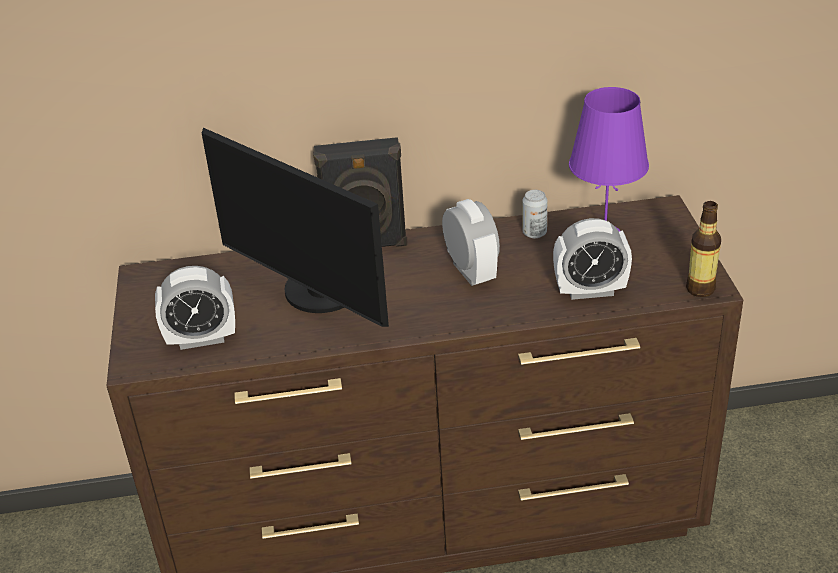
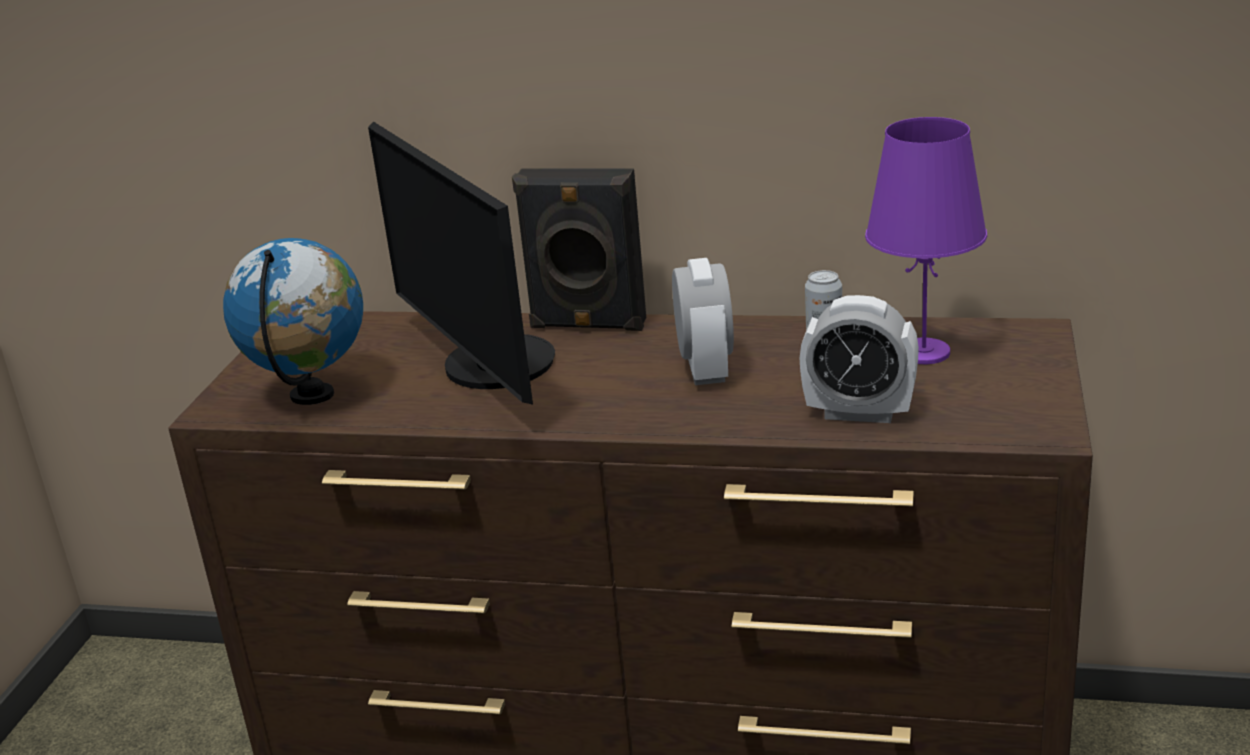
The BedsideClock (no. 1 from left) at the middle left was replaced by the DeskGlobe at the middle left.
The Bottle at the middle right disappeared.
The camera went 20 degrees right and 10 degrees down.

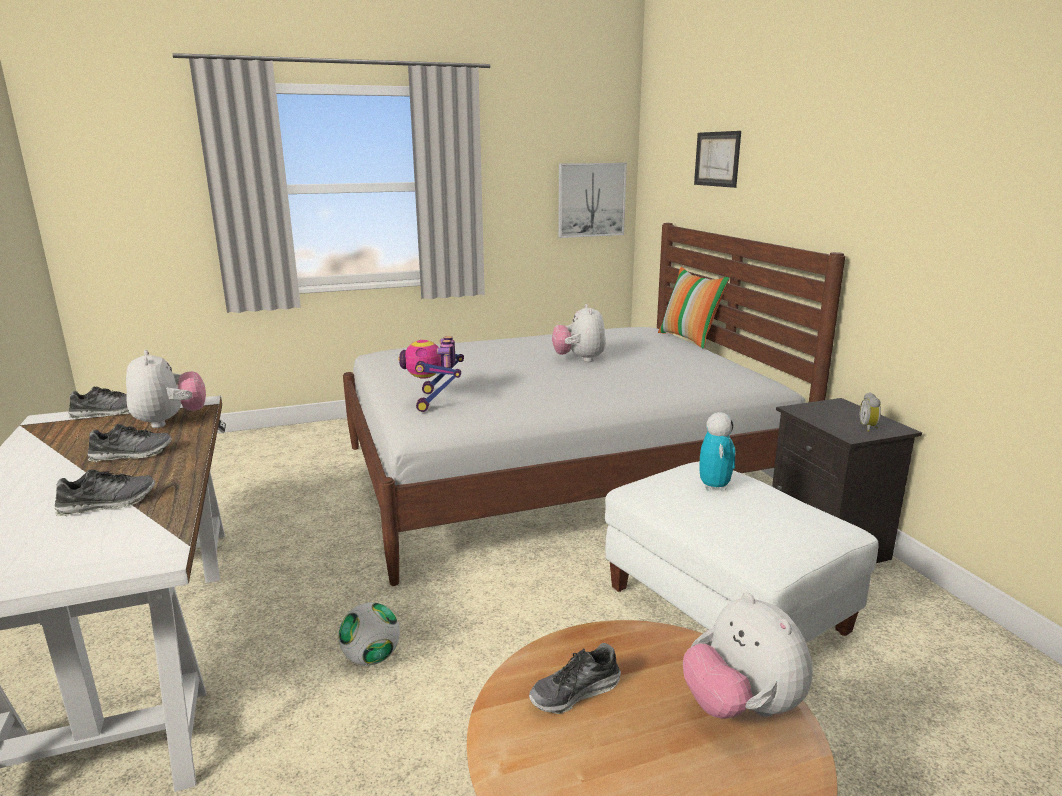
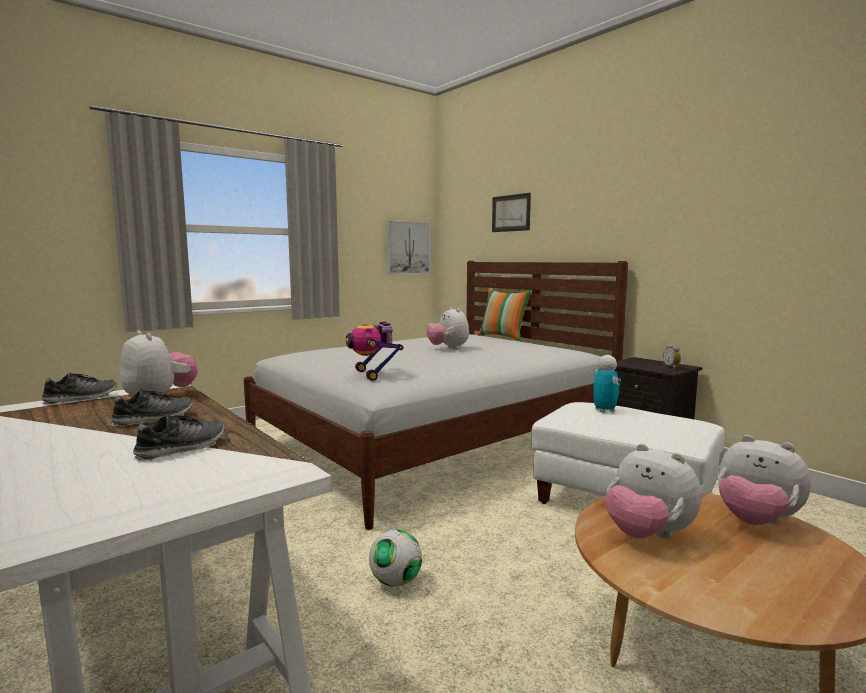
The LowShoe (no. 4 from left) at the bottom centre was replaced by the CuddlyToy (no. 3 from left) at the bottom right.
The camera went 20 degrees left and 10 degrees down.

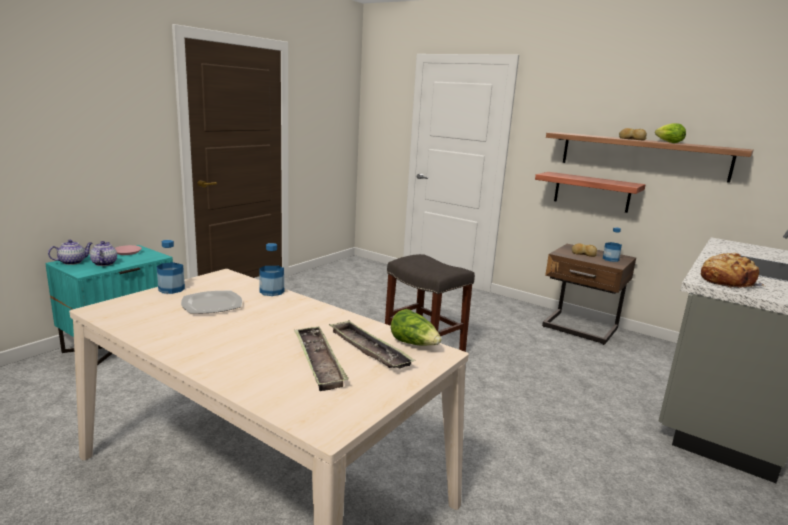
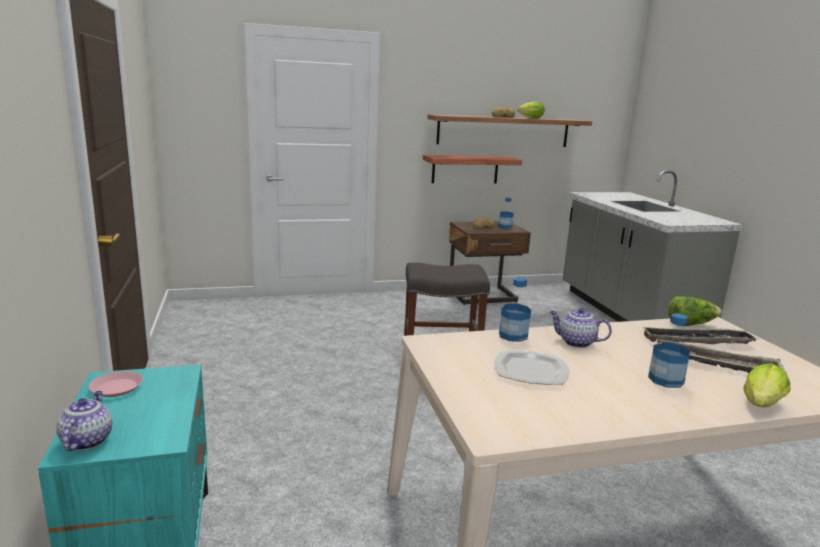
The PotForTea (no. 2 from left) moved from the middle left to the middle right.
The Bottle (no. 1 from left in the first image) moved from the middle left to the middle right.
The BakedBread (no. 3 from left) at the middle right disappeared.
The HeadOfLettuce (no. 3 from left) at the bottom right appeared.
The camera went 50 degrees left and 0 degrees up.

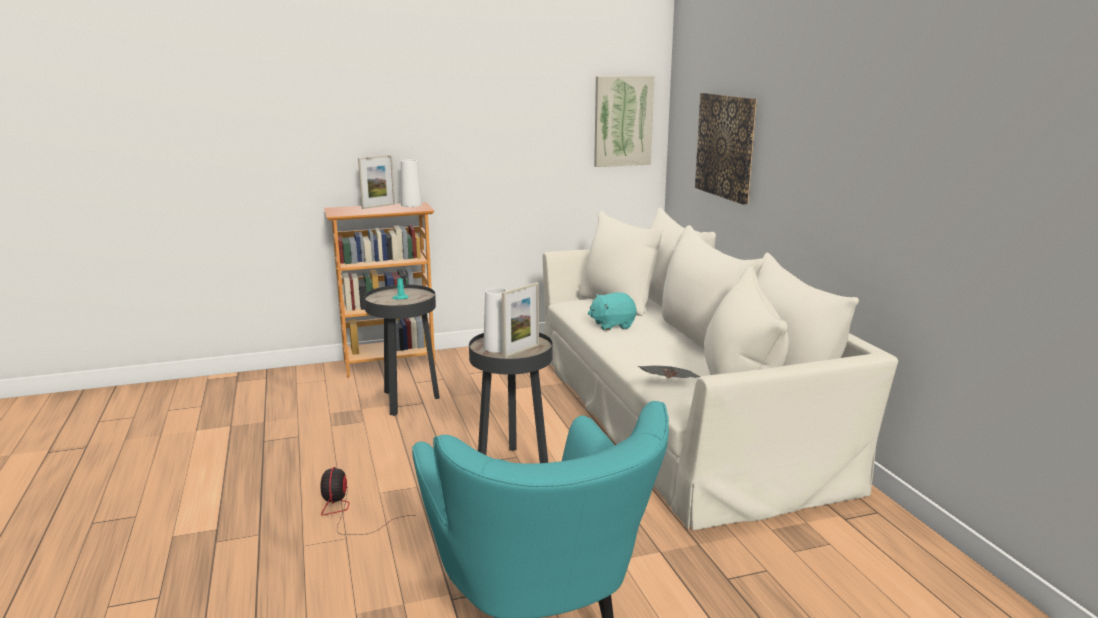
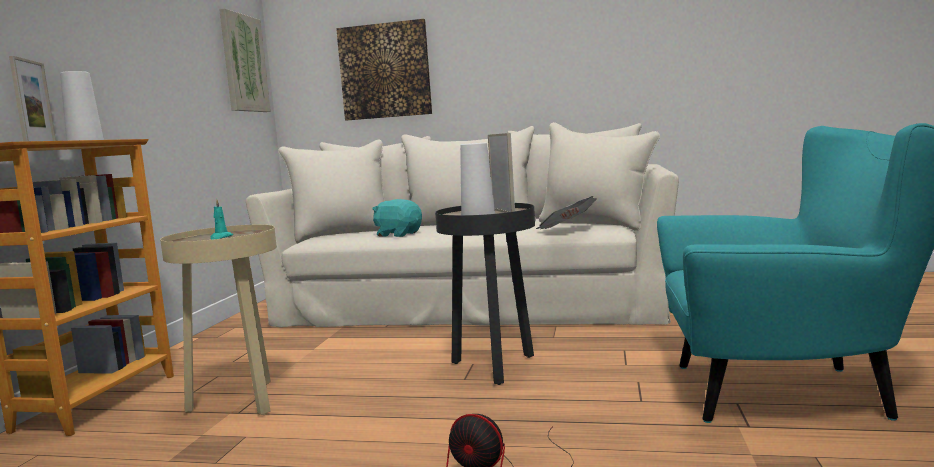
The BlackColouredAccentTable (no. 1 from left) at the centre became the BeigeAccentTable at the bottom left.
The TurquoiseColouredCuddlyToy at the centre turned 105 degrees clockwise.
The camera went 60 degrees left and 10 degrees down.

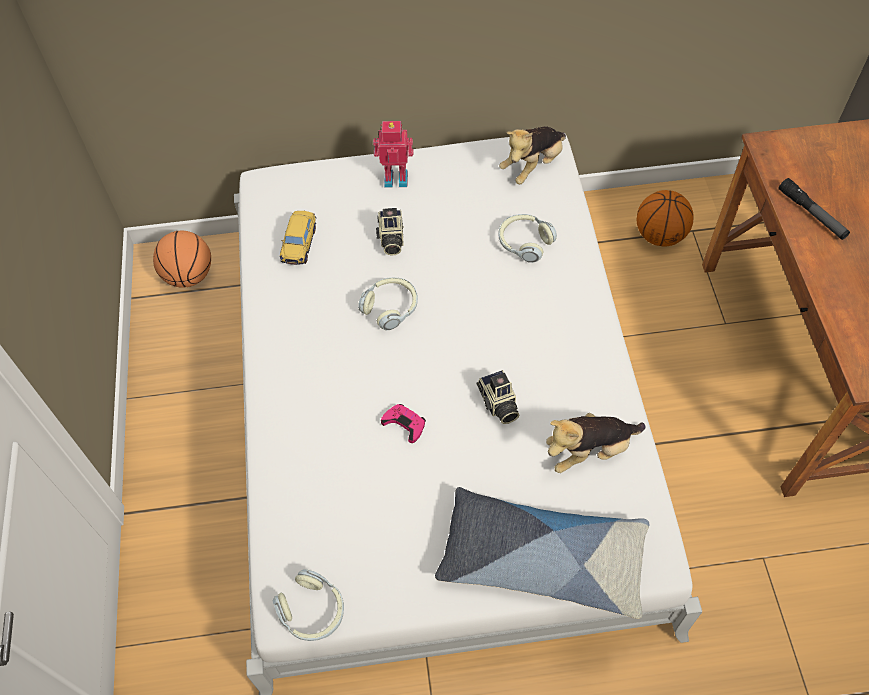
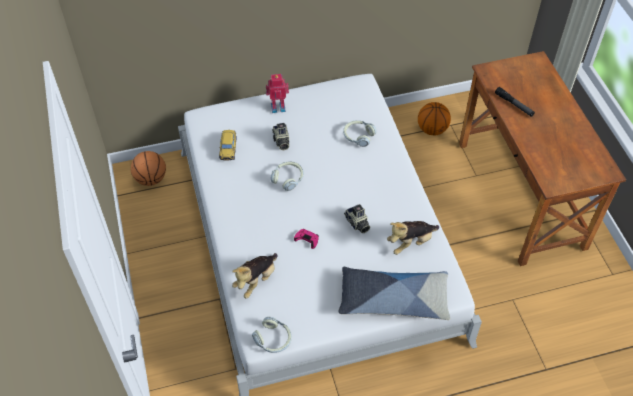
The CuddlyToy (no. 1 from left) moved from the top centre to the bottom centre.
The camera went 10 degrees left and 5 degrees down.

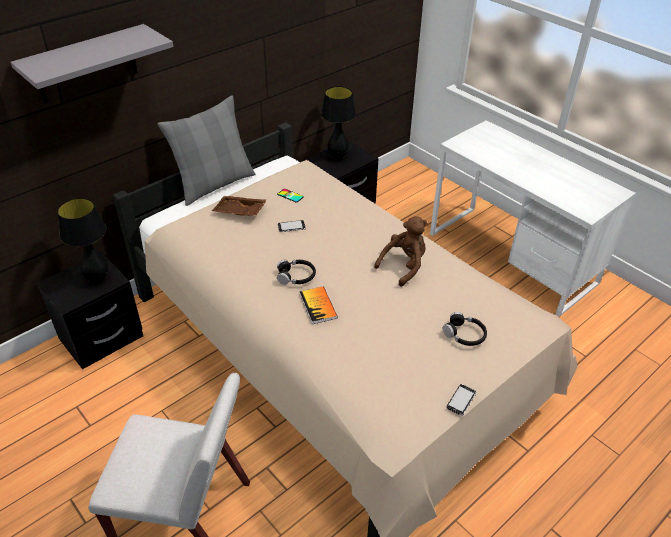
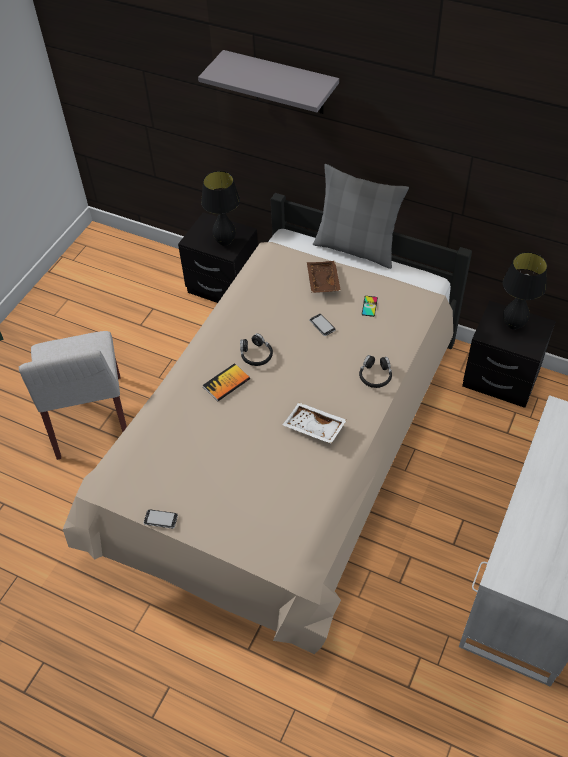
The BrownColouredCuddlyToy at the centre was replaced by the WhiteColouredCarryingTray at the centre.
The BlackColouredHeadset (no. 2 from left) moved from the middle right to the centre.
The camera went 70 degrees right and 10 degrees up.

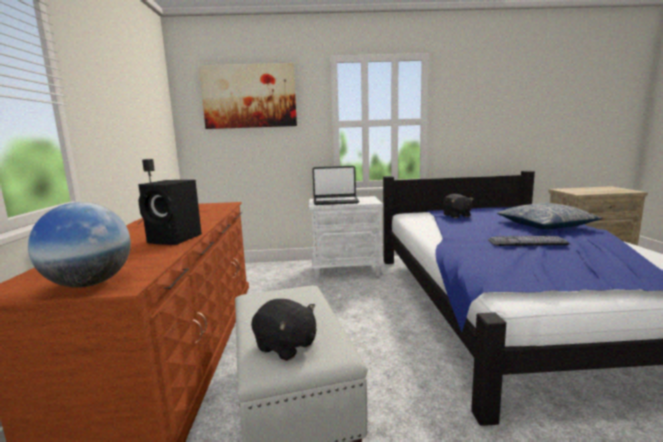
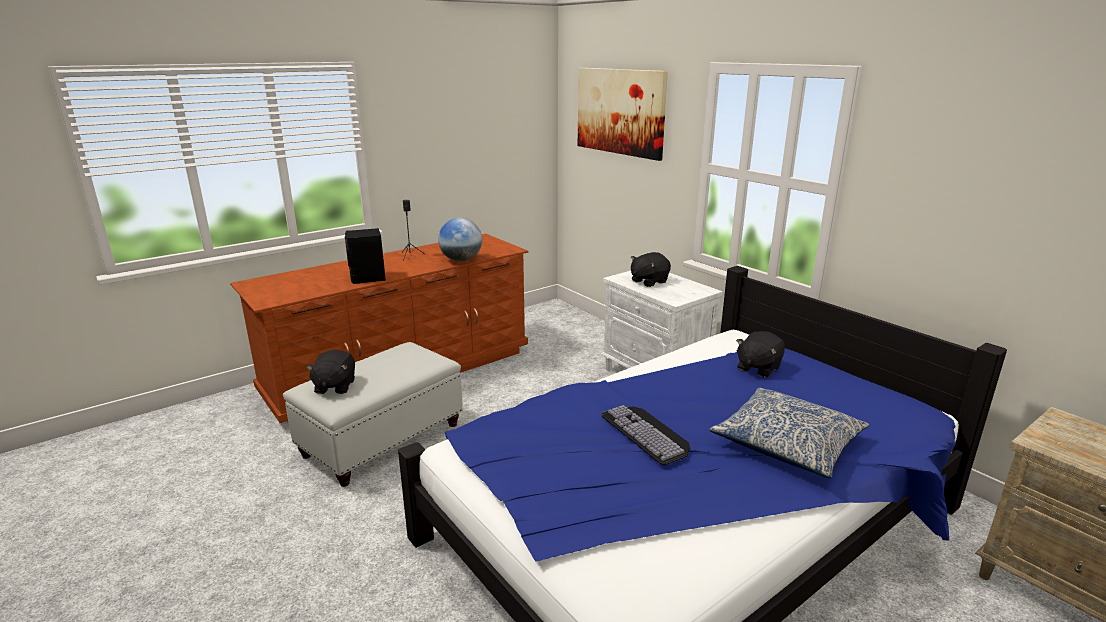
The DeskGlobe moved from the middle left to the centre.
The NotebookComputer at the centre was replaced by the BlackColouredCuddlyToy (no. 2 from left) at the centre.
The camera went 55 degrees right and 10 degrees up.

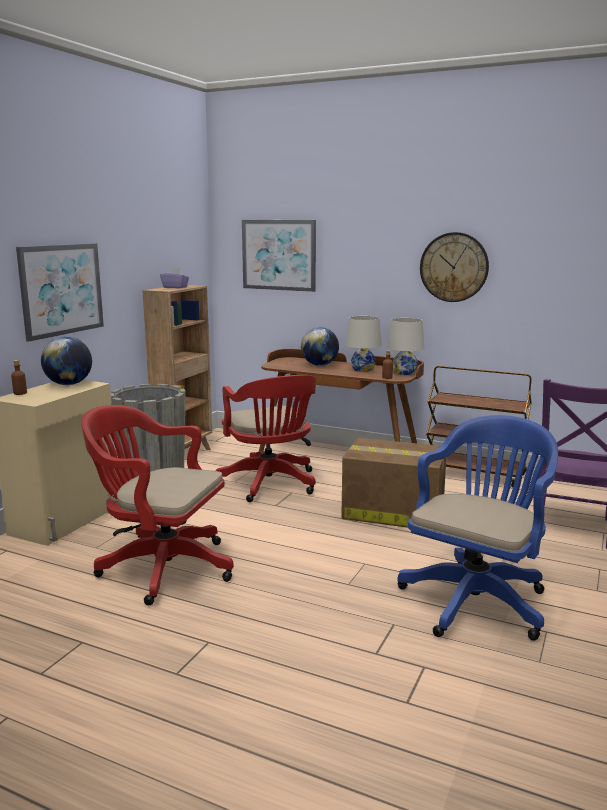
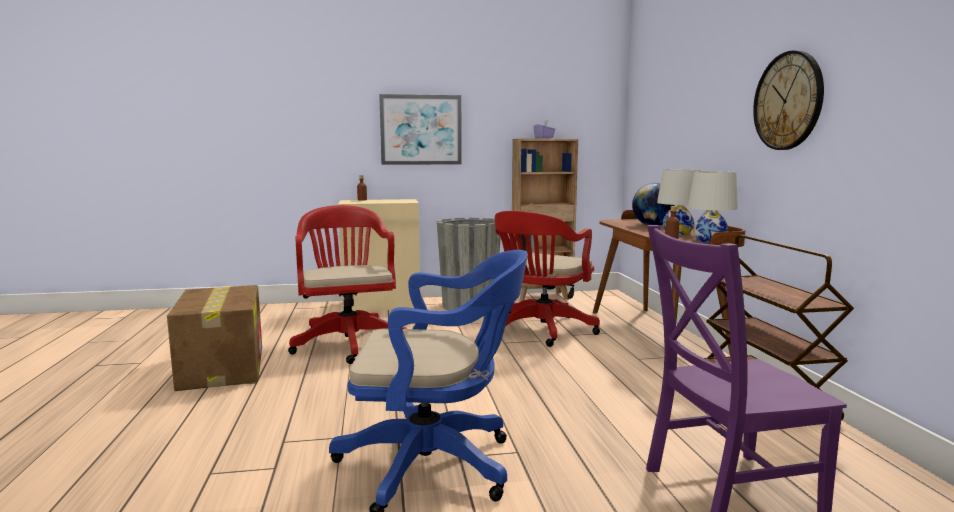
The DeskGlobe (no. 1 from left) at the middle left disappeared.
The WallArt (no. 2 from left) at the top centre disappeared.
The Carton moved from the centre to the middle left.
The camera went 55 degrees right and 5 degrees down.

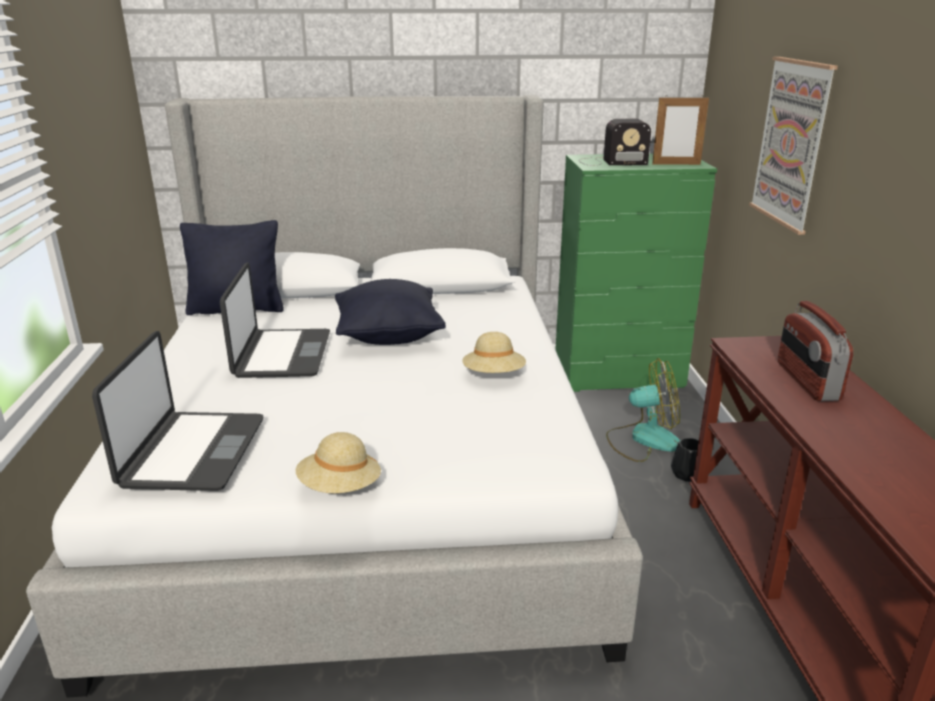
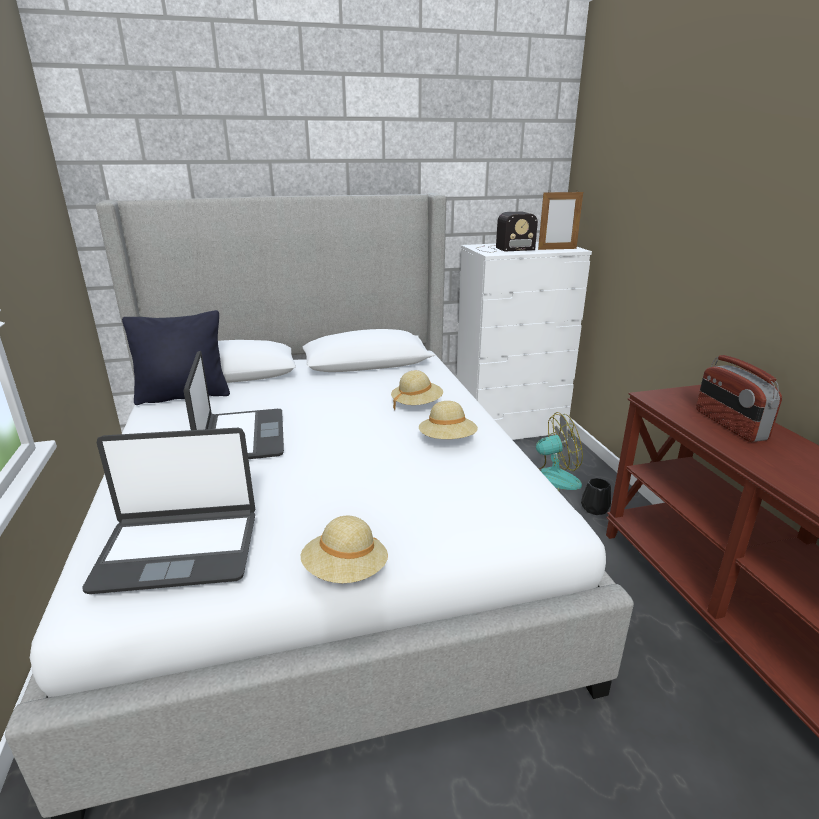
The NotebookComputer (no. 1 from left) at the middle left turned 90 degrees clockwise.
The BlackColouredThrowPillow (no. 2 from left) at the centre disappeared.
The GreenishChestOfDrawers at the middle right became the WhiteColouredChestOfDrawers at the centre.
The WallArt at the top right disappeared.
The BeigeWearableHat (no. 2 from left) at the centre appeared.
The camera went 10 degrees left and 0 degrees up.

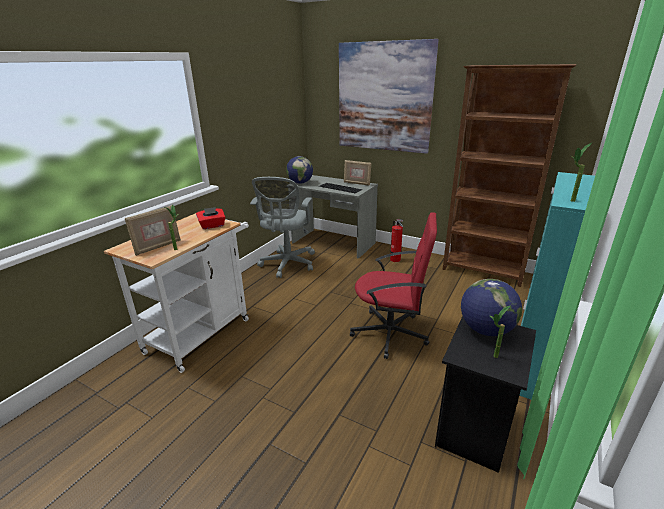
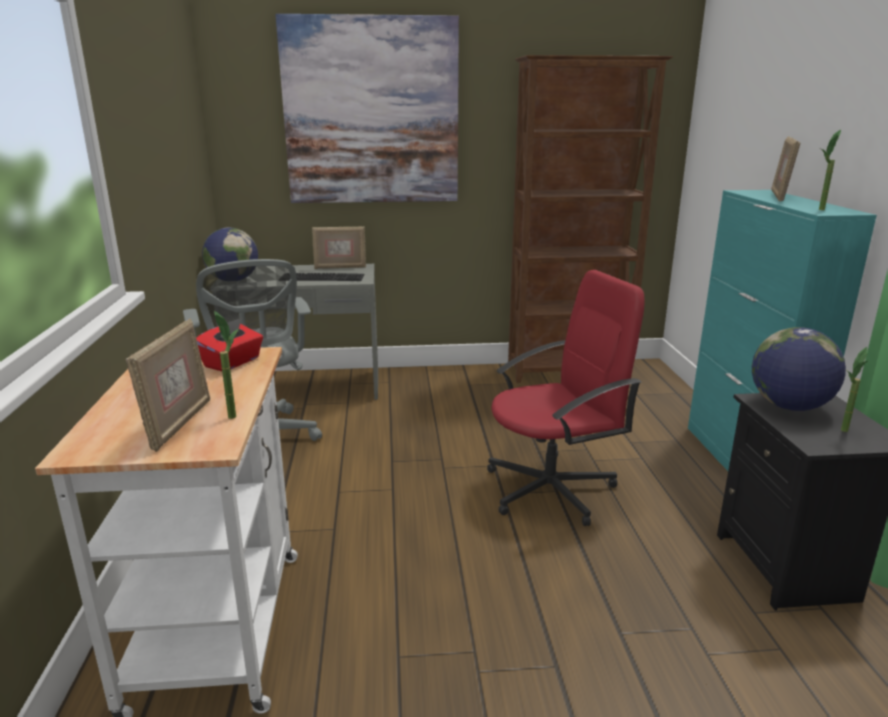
The FireFightingCylinder at the centre disappeared.
The PhotoFrame (no. 3 from left) at the top right appeared.
The camera went 35 degrees left and 5 degrees down.

